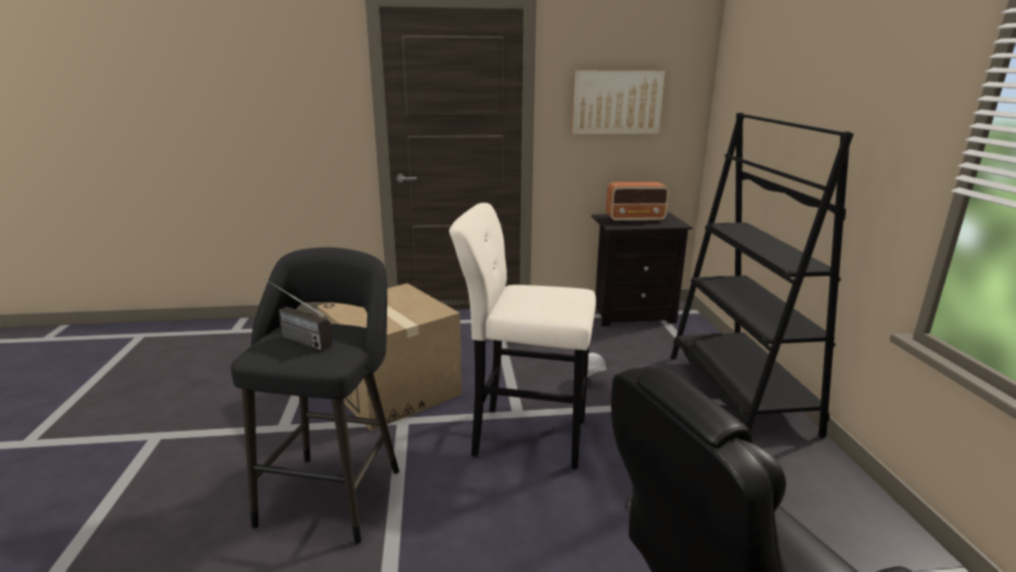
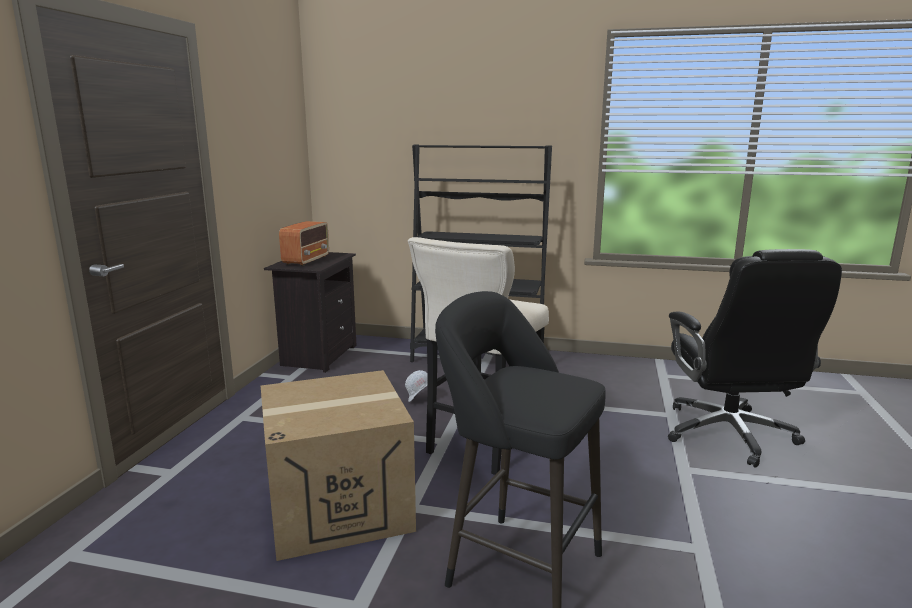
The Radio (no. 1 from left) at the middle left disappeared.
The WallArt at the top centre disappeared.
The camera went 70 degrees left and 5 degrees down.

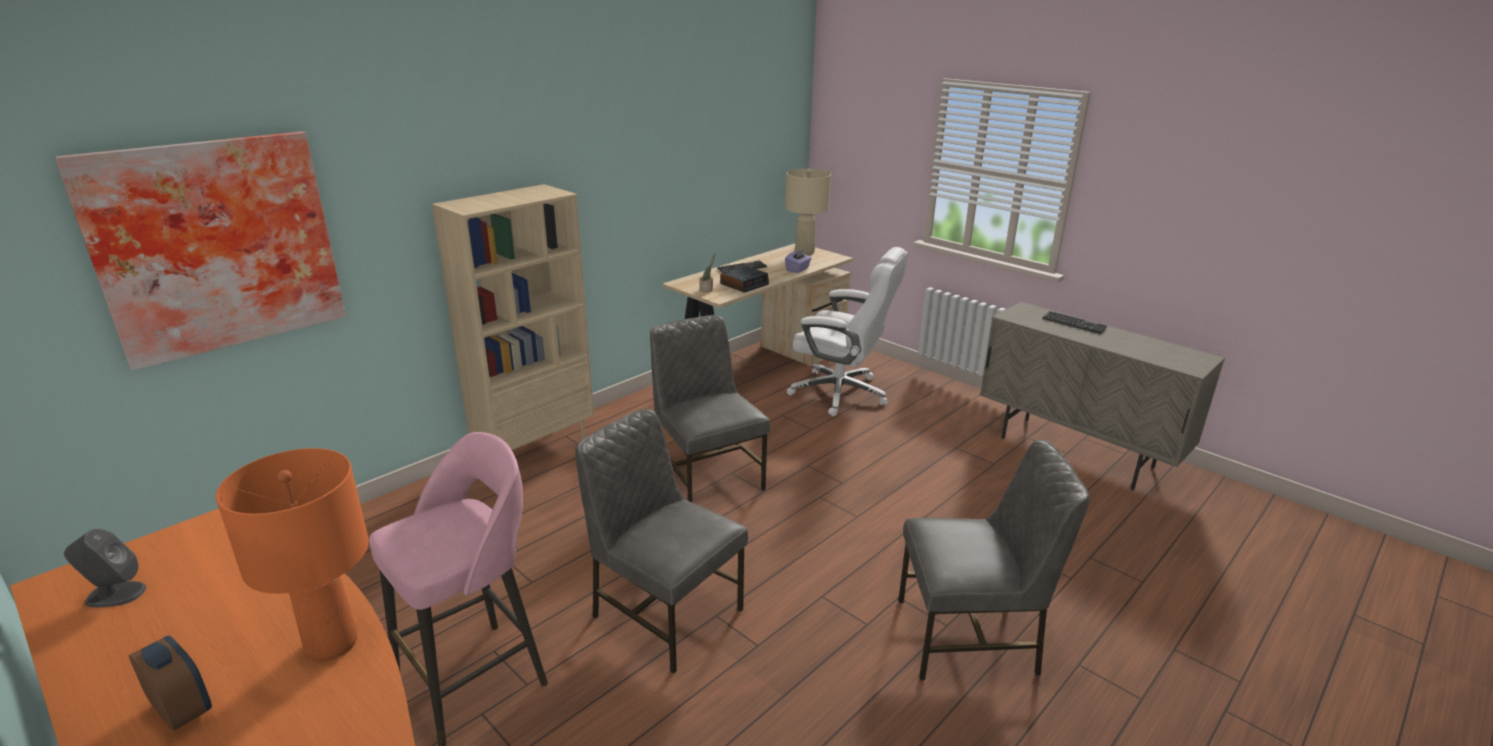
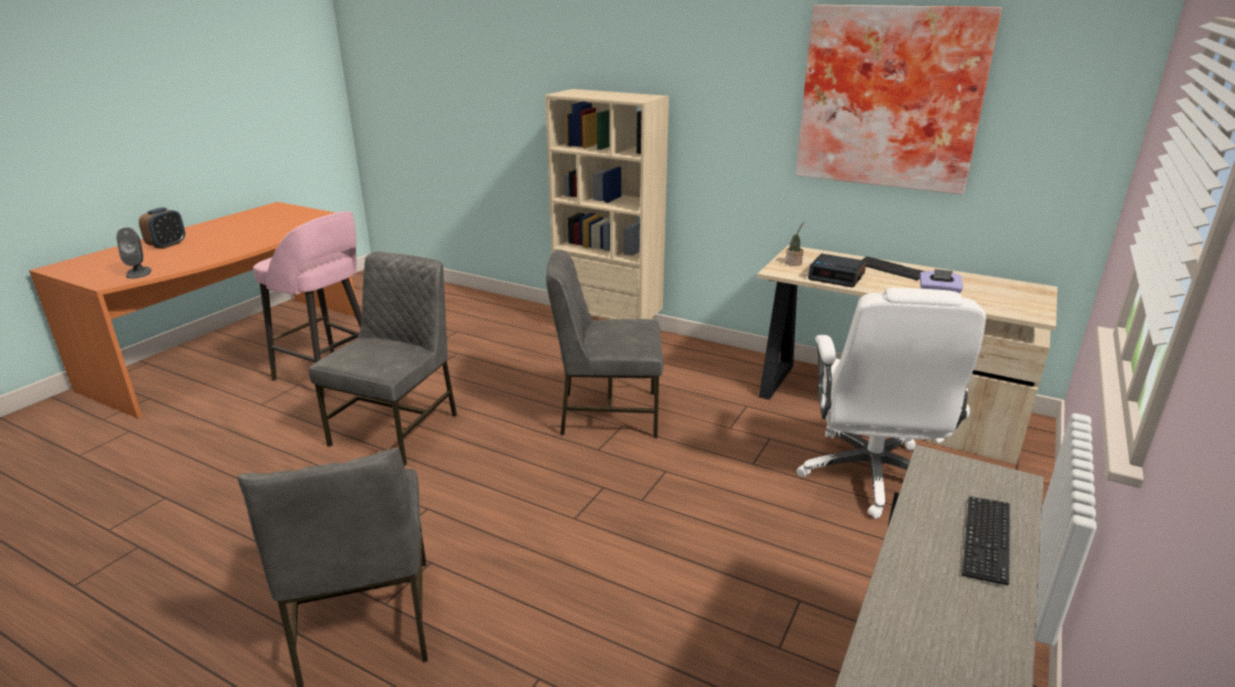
The WallArt moved from the middle left to the top right.
The GreySpeaker moved from the bottom left to the middle left.
The OrangeyTableLamp at the bottom left disappeared.
The GreyUprightChair (no. 2 from left in the first image) at the centre turned 135 degrees counterclockwise.
The BeigeTableLamp at the top centre disappeared.
The camera went 75 degrees right and 0 degrees up.

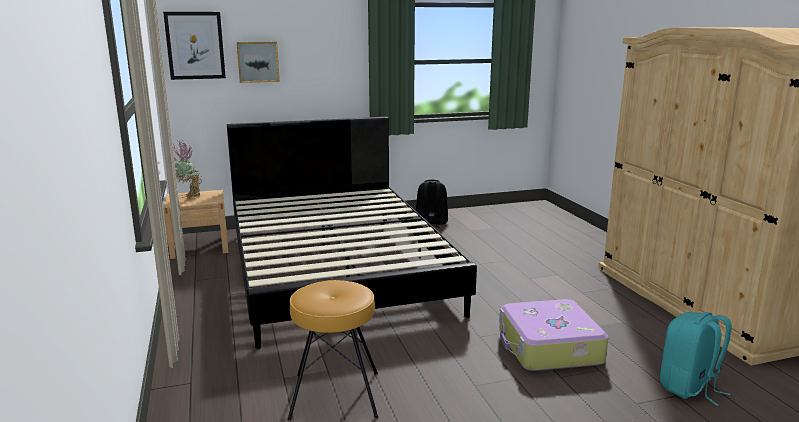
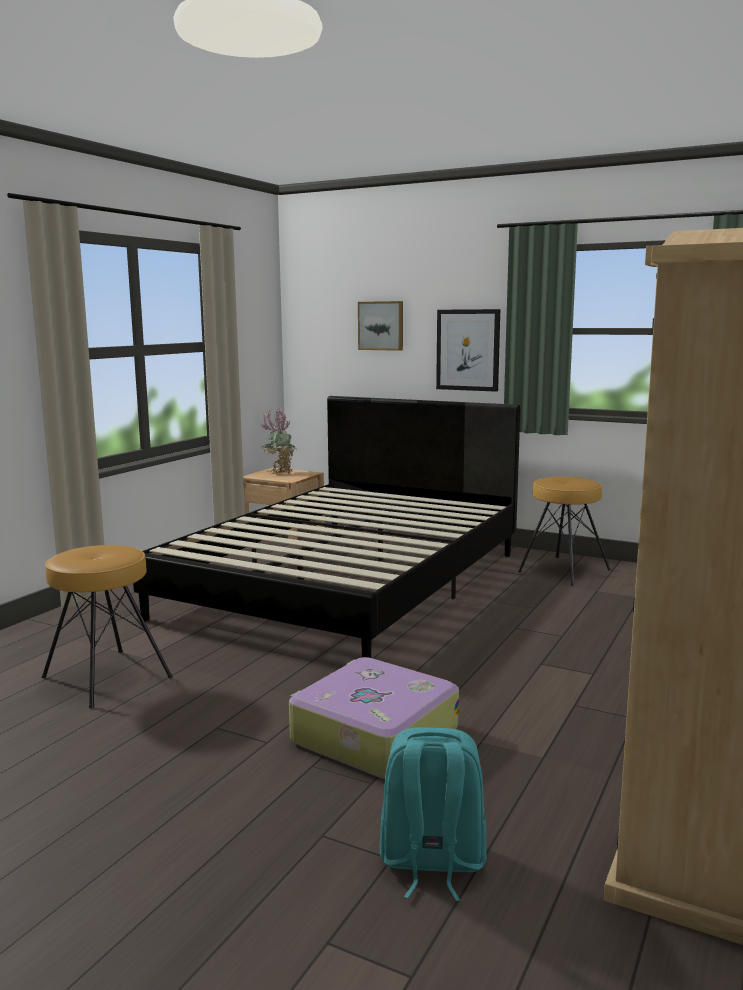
The WallArt (no. 1 from left in the first image) moved from the top left to the centre.
The BlackColouredBackpack at the centre was replaced by the BrownColouredSittingStool (no. 2 from left) at the middle right.
The camera went 45 degrees right and 5 degrees down.

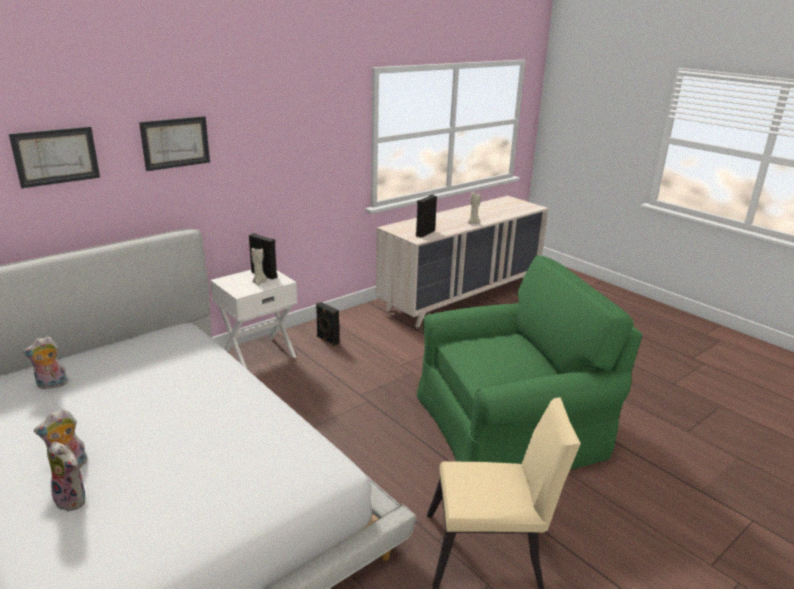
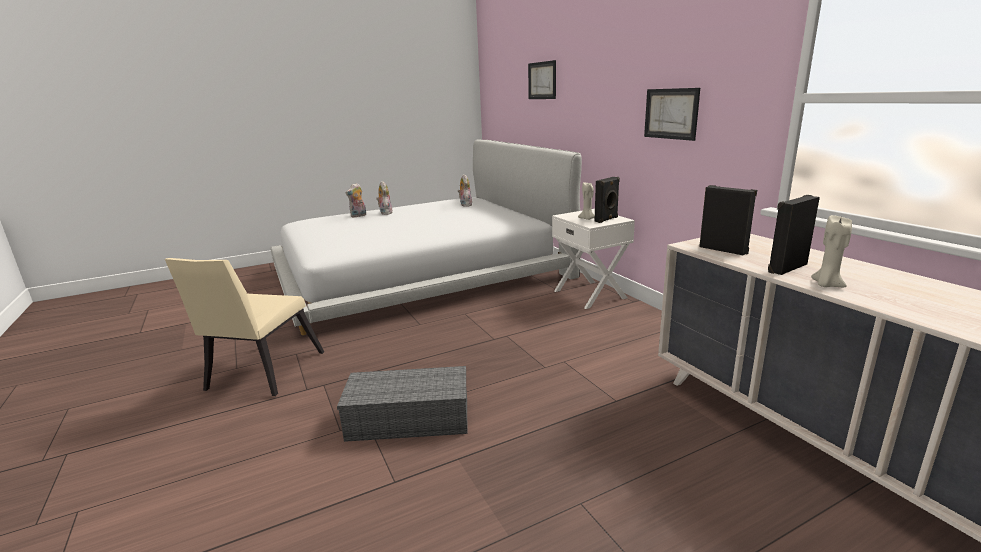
The WallArt (no. 2 from left) moved from the top left to the top right.
The BlackColouredSpeaker (no. 2 from left in the first image) moved from the centre to the middle right.
The GreenishEasyChair at the centre was replaced by the GreyStorageContainer at the bottom centre.
The camera went 105 degrees right and 5 degrees down.

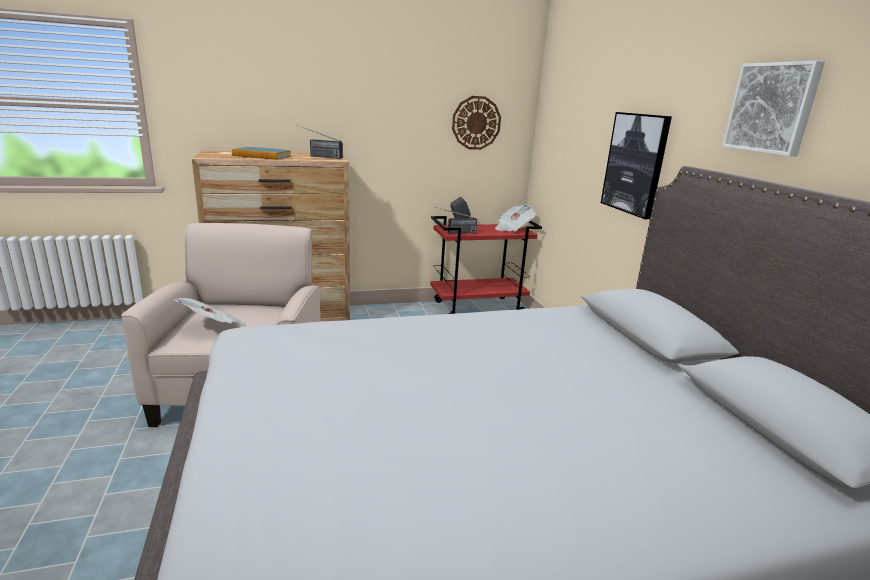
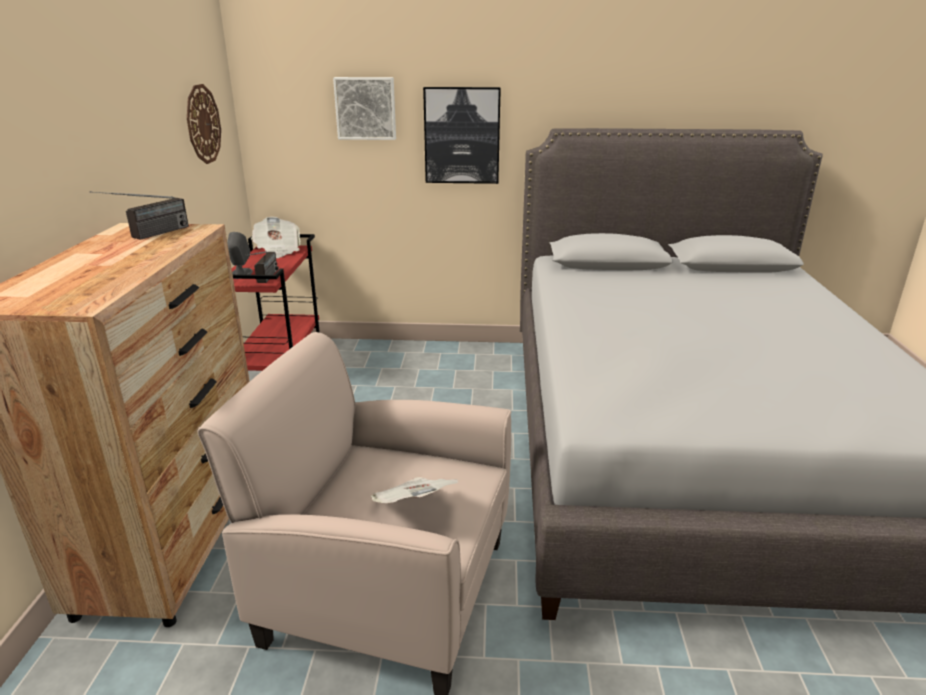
The BoundBook at the top left disappeared.
The WallArt (no. 2 from left in the first image) moved from the top right to the top centre.
The camera went 70 degrees left and 5 degrees up.

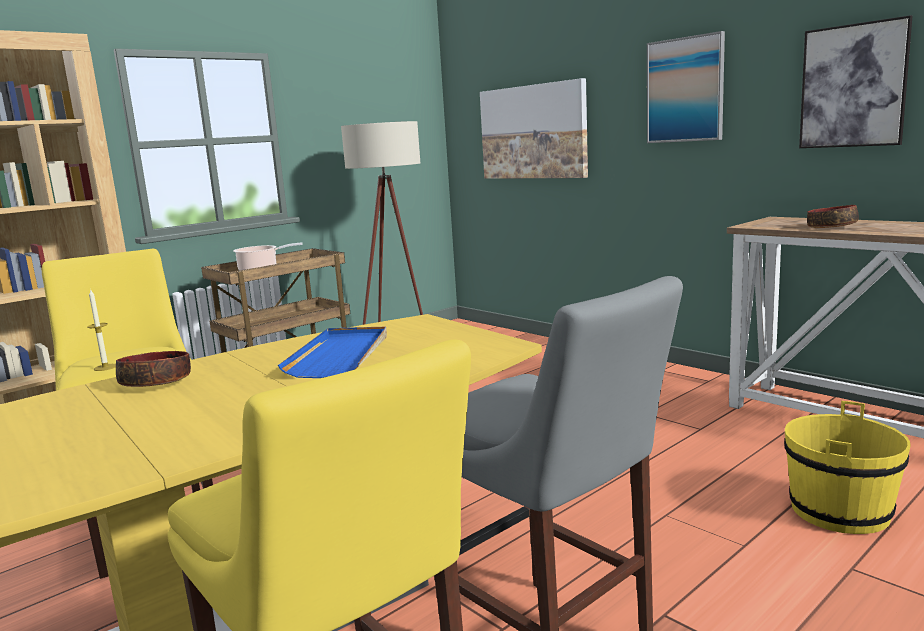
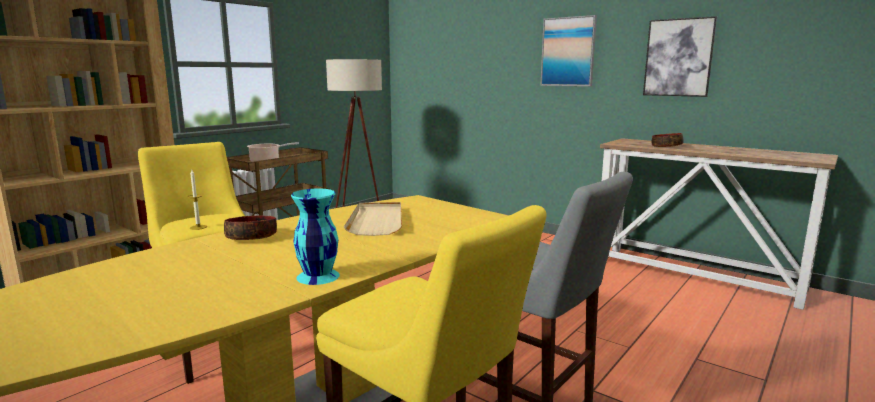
The BlueColouredCarryingTray at the centre became the BeigeCarryingTray at the centre.
The WallArt (no. 1 from left) at the top centre disappeared.
The YellowishWaterBucket at the bottom right disappeared.
The TurquoiseColouredFlowerVase at the centre appeared.
The camera went 10 degrees left and 0 degrees up.

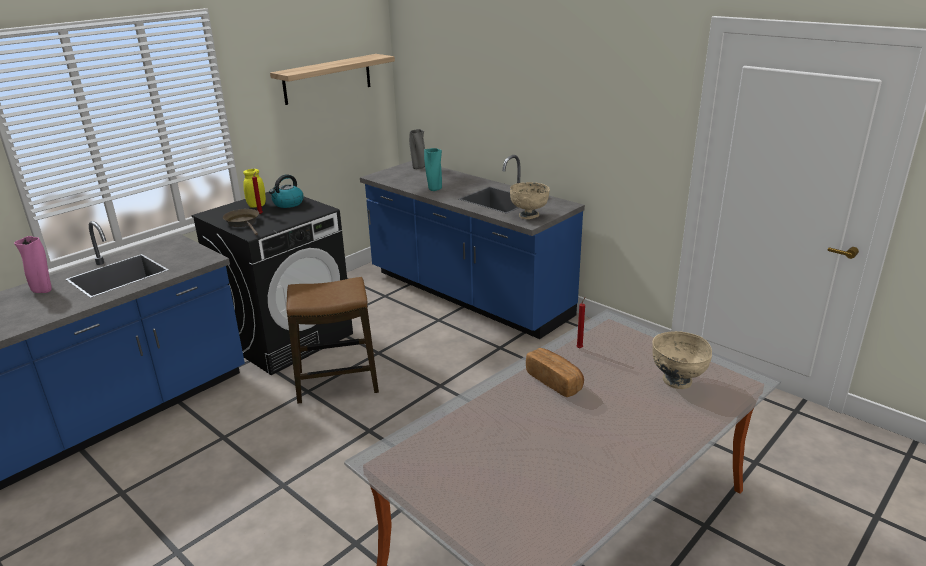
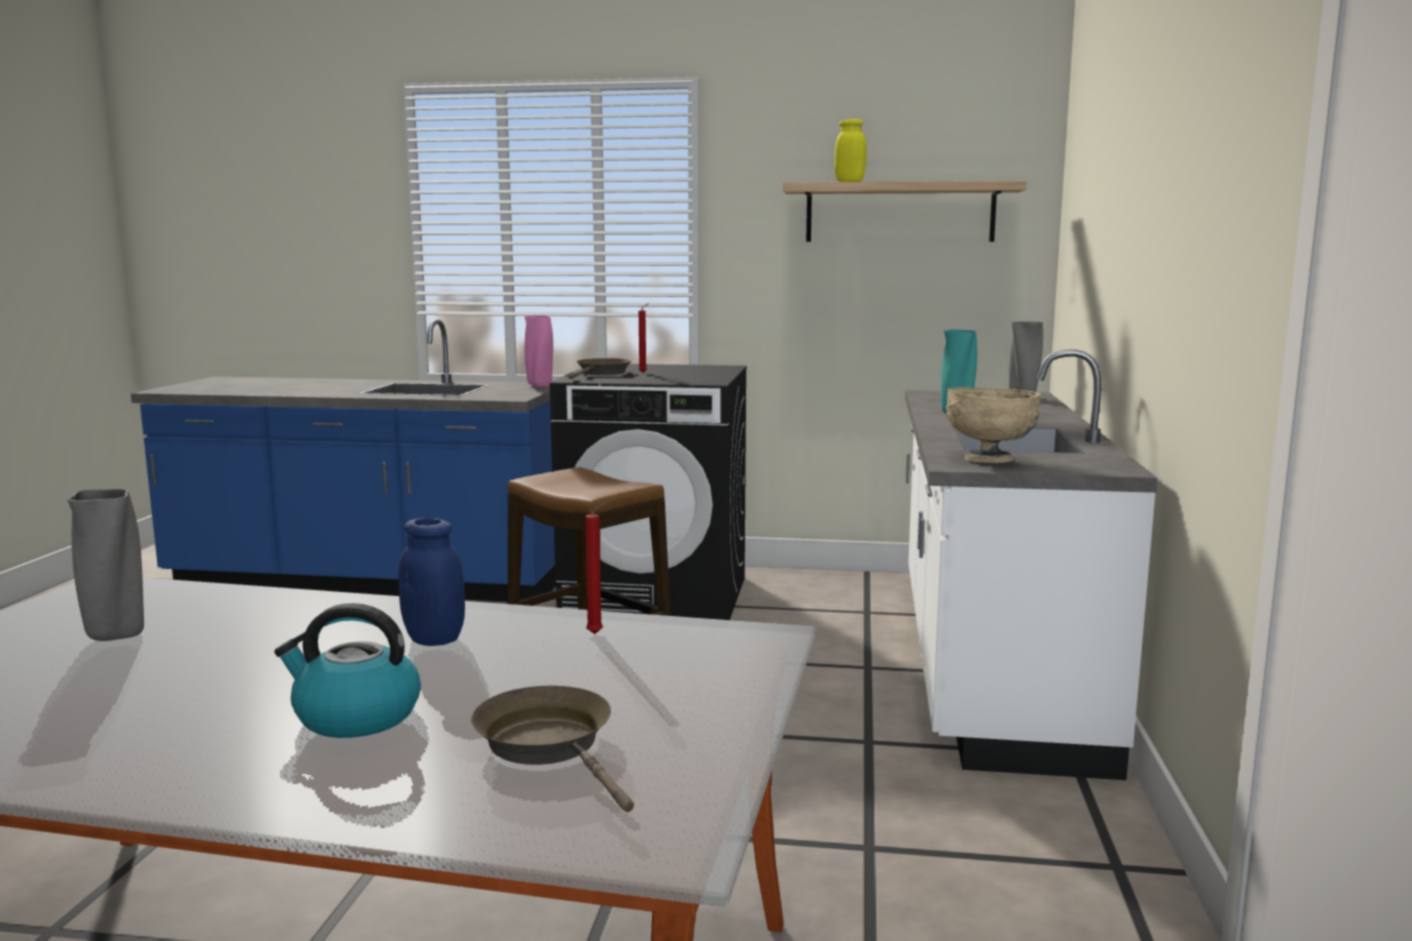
The PinkColouredFlowerVase moved from the middle left to the centre.
The YellowishJar moved from the top left to the top centre.
The Kettle moved from the middle left to the bottom left.
The BlueColouredKitchenBaseUnit (no. 2 from left) at the centre became the WhiteColouredKitchenBaseUnit at the middle right.
The BakedBread at the centre was replaced by the BlueColouredJar at the middle left.
The BeigeServingBowl (no. 2 from left) at the middle right was replaced by the BrownColouredPan (no. 1 from left) at the bottom centre.
The GreyFlowerVase (no. 1 from left) at the middle left appeared.
The camera went 55 degrees right and 15 degrees down.

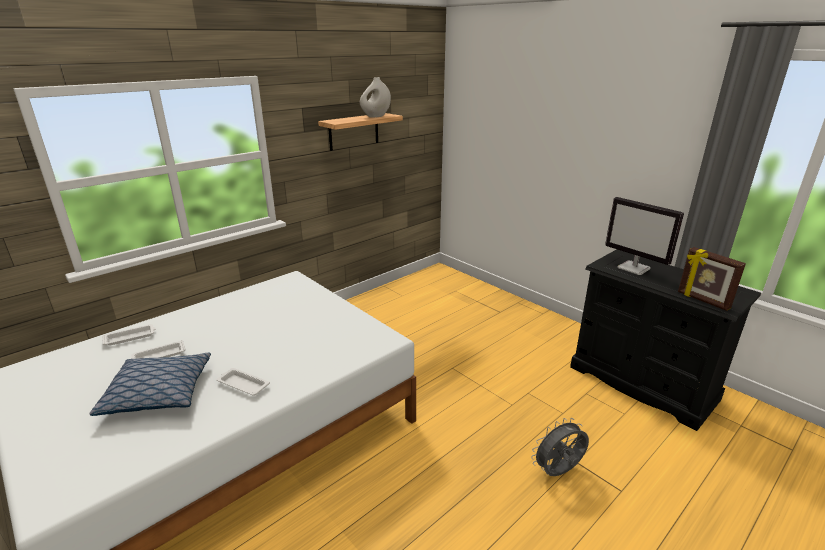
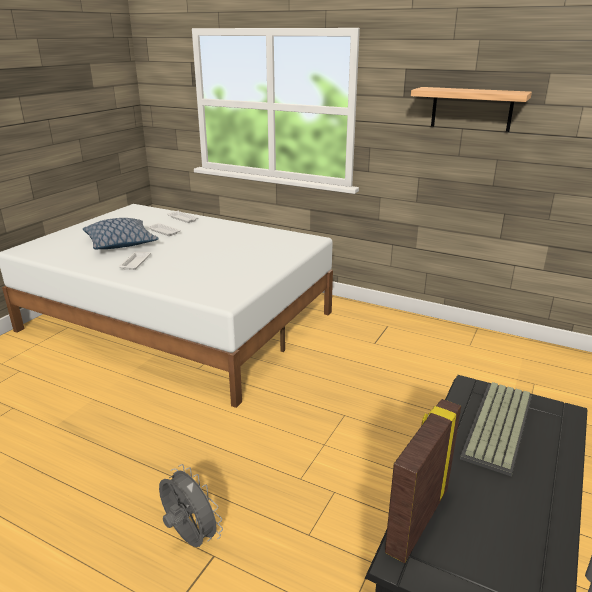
The WhiteColouredFlowerVase at the top centre disappeared.
The ComputerDisplay at the middle right was replaced by the PcKeyboard at the bottom right.
The camera went 70 degrees right and 0 degrees up.

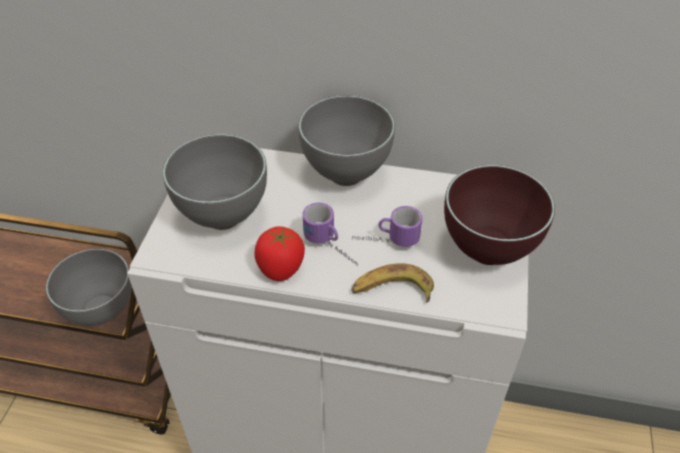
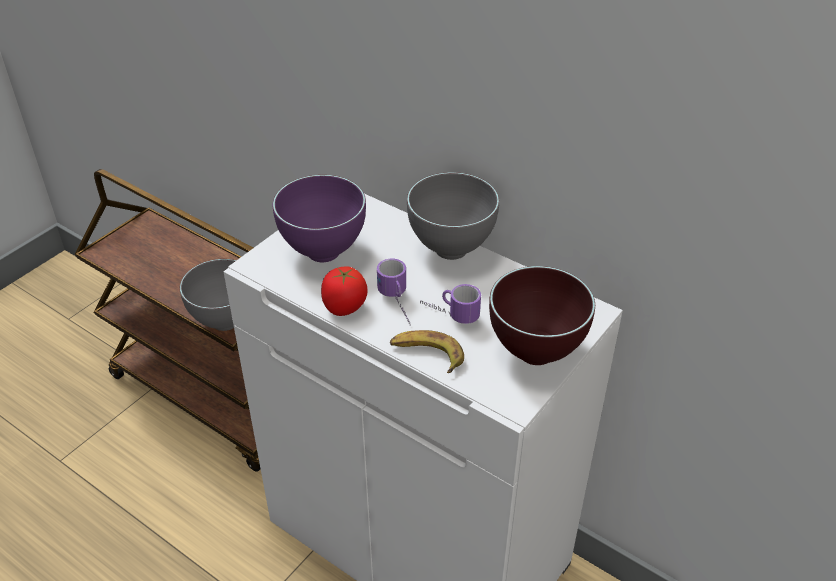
The GreyServingBowl (no. 2 from left) at the middle left became the PurpleServingBowl at the centre.
The camera went 25 degrees right and 5 degrees down.

